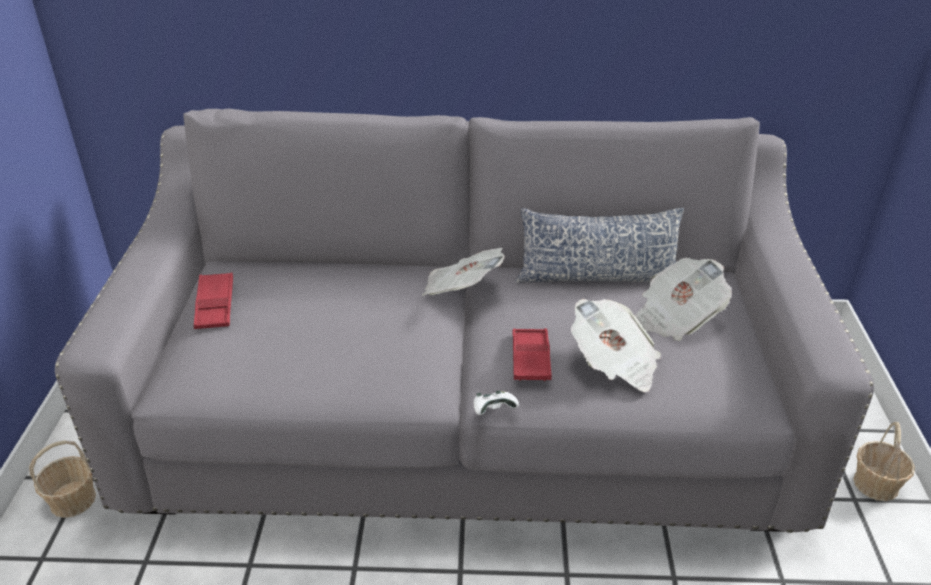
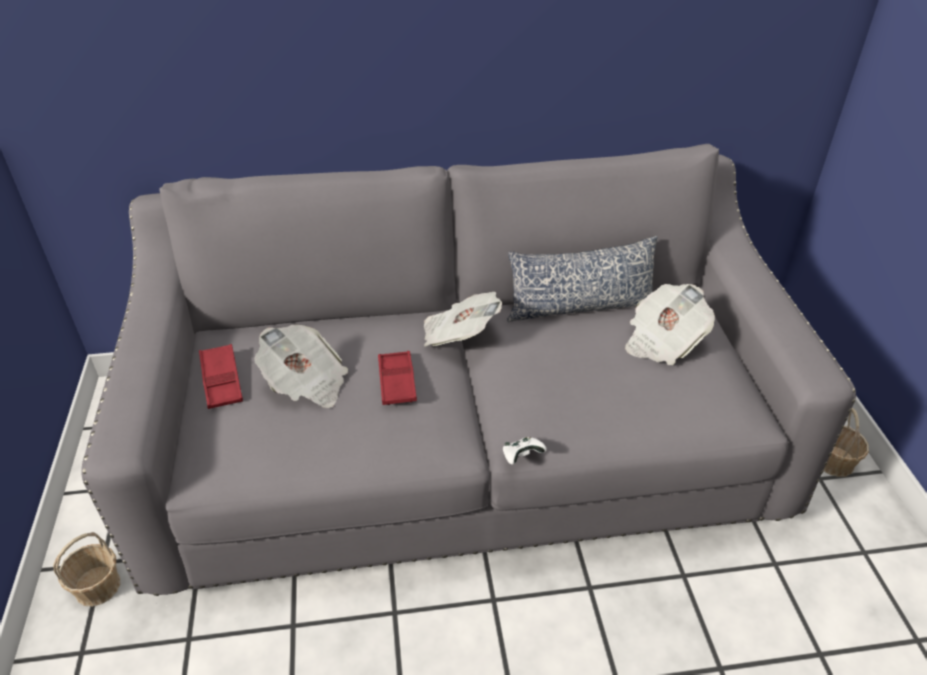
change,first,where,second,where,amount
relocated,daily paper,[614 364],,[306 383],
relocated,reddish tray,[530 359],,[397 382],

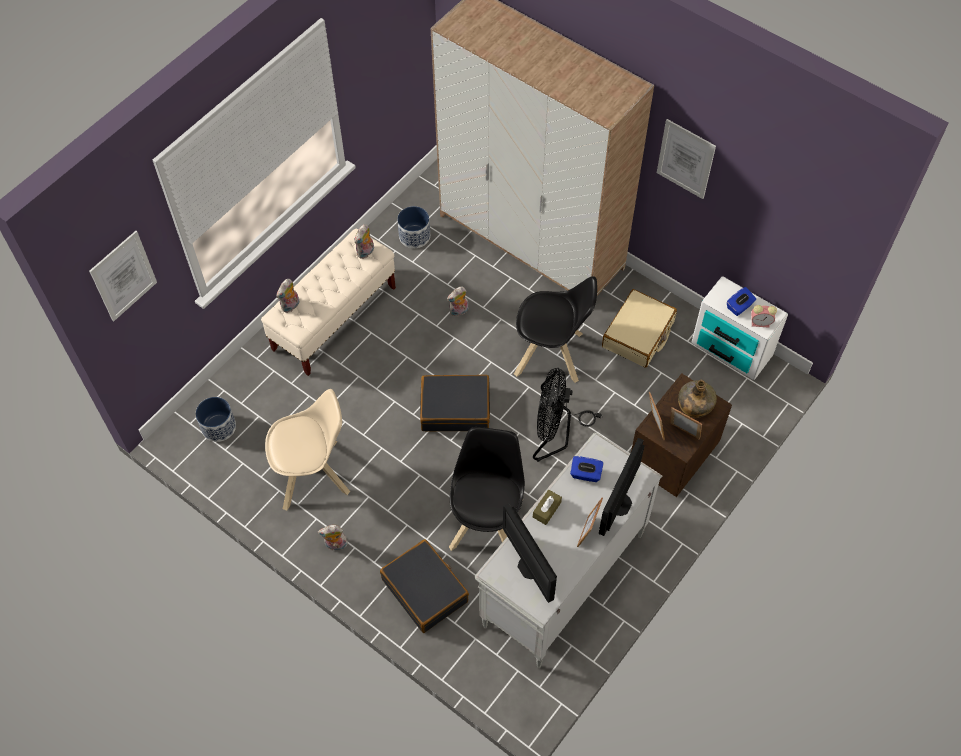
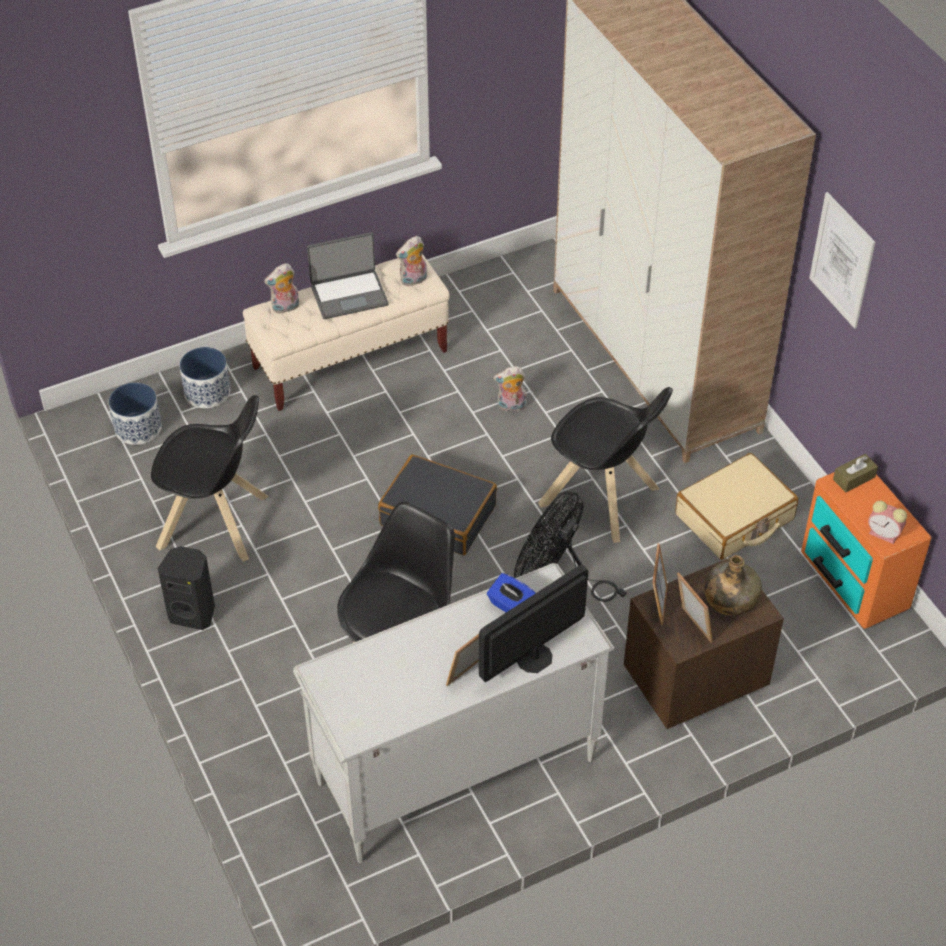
change,first,where,second,where,amount
colour,beige plain chair,[313 474],black plain chair,[216 523],
exchanged,plush toy,[335 545],black loudspeaker,[193 613],
relocated,flower pot,[414 236],,[207 392],
appeared,,,notebook computer,[349 294],
colour,whitish night table,[730 353],orangey night table,[851 586],
relocated,brown-coloured tissue holder,[546 510],,[854 478],
missing,wall art,[123 276],,,
missing,black travel case,[425 590],,,
missing,monitor,[530 567],,,
missing,blue-coloured tissue holder,[739 307],,,

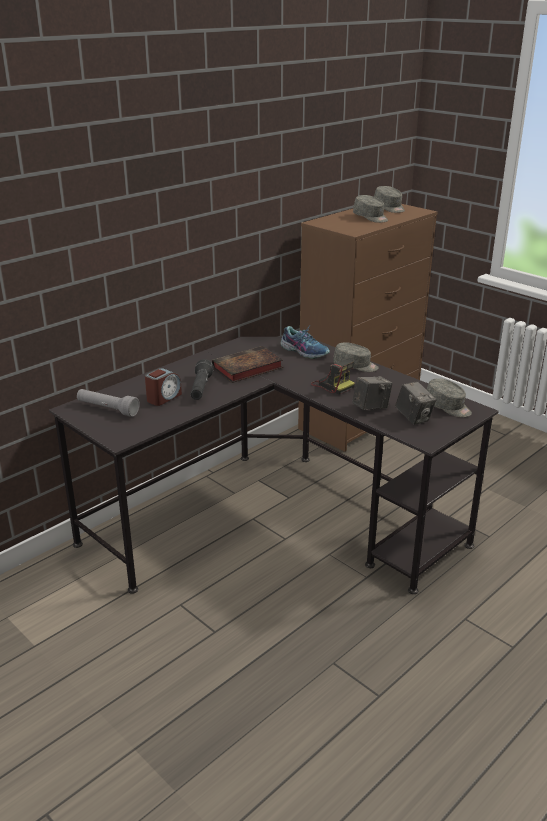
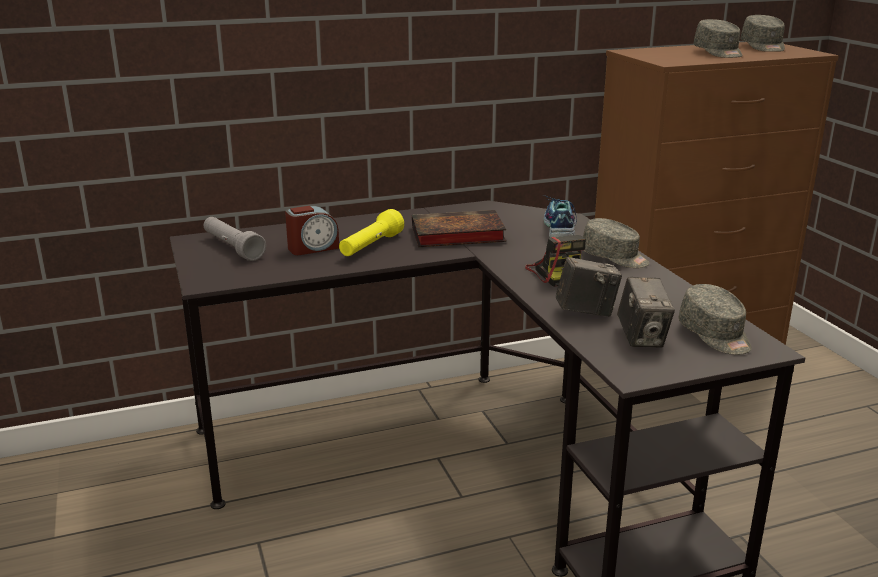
change,first,where,second,where,amount
colour,black hand torch,[201 388],yellowish hand torch,[371 246],
spun,item of footwear,[304 351],,[558 229],150 degrees counterclockwise

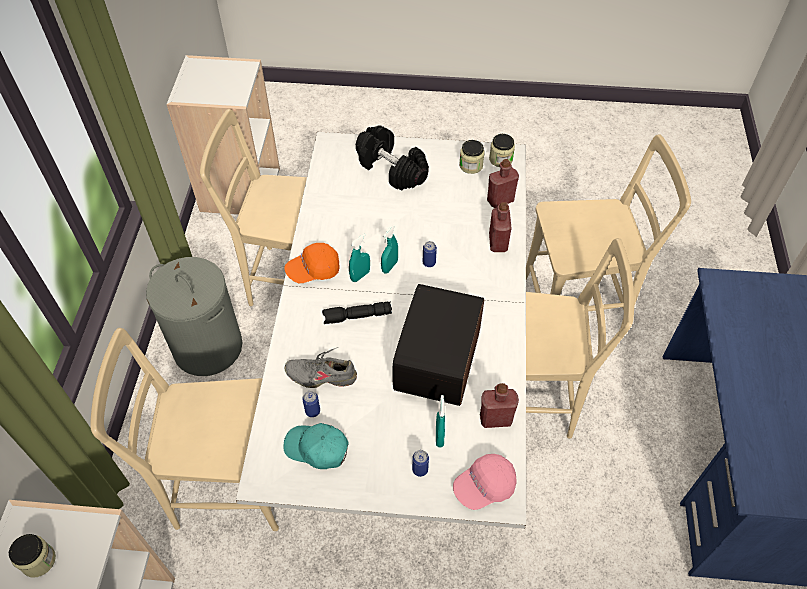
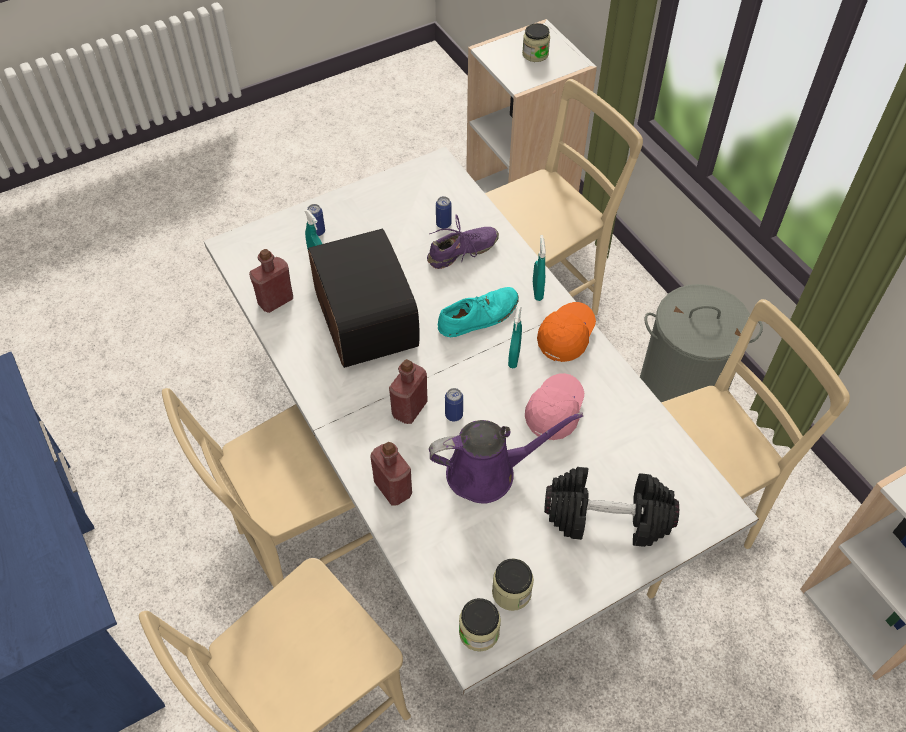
change,first,where,second,where,amount
relocated,reddish bottle,[500 200],,[409 409],
colour,greyish item of footwear,[321 375],purple item of footwear,[462 252],
appeared,,,purple sprinkling can,[488 472],
exchanged,black hand torch,[356 317],blue-green item of footwear,[478 316],
relocated,pink-coloured baseball cap,[484 486],,[554 411],
relocated,blue-green hand sprayer,[389 266],,[537 291],
missing,blue-green baseball cap,[317 449],,,

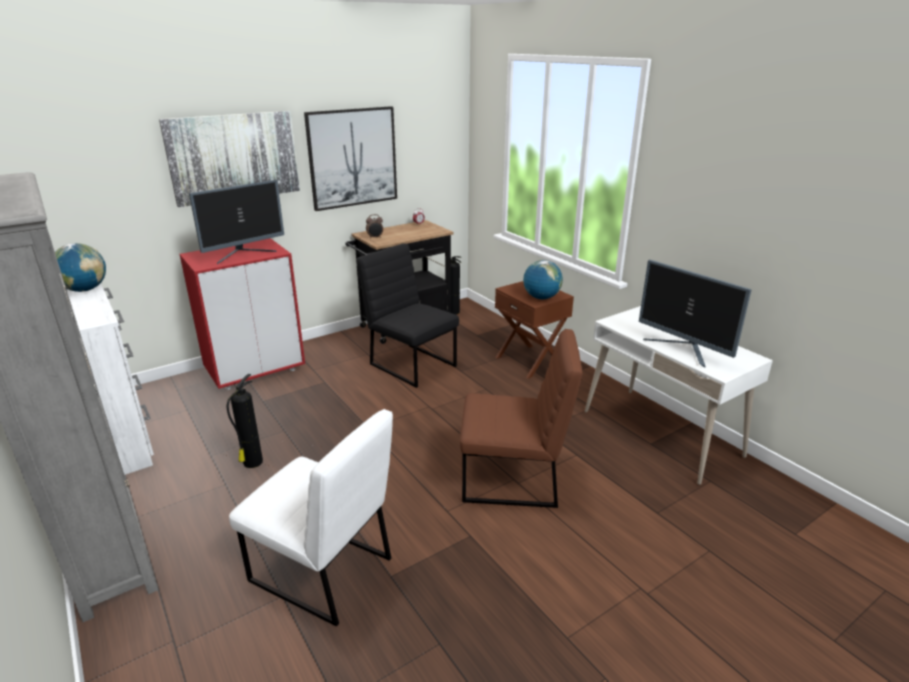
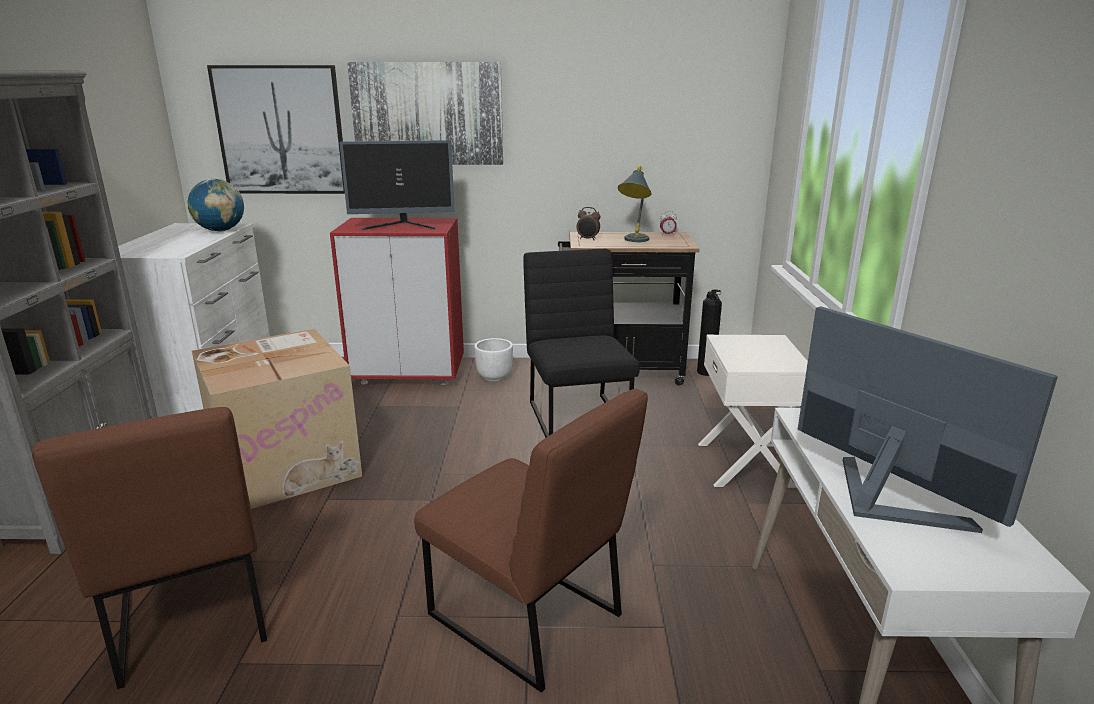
change,first,where,second,where,amount
colour,whitish plain chair,[324 571],brown-coloured plain chair,[191 616],
exchanged,extinguisher,[252 463],carton,[287 465],
relocated,wall art,[352 158],,[281 131],
appeared,,,whitish flower pot,[494 377],
appeared,,,greyish tabletop lamp,[633 241],
colour,brown-coloured night table,[530 361],whitish night table,[746 464],
spun,monitor,[683 350],,[882 500],150 degrees clockwise
missing,desk globe,[541 298],,,

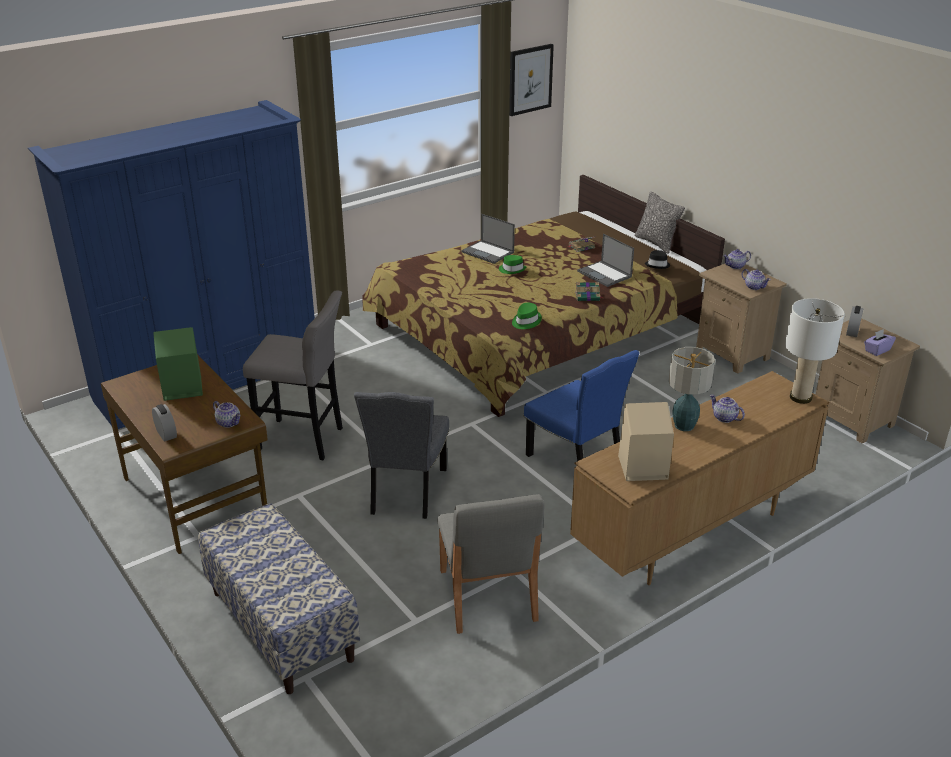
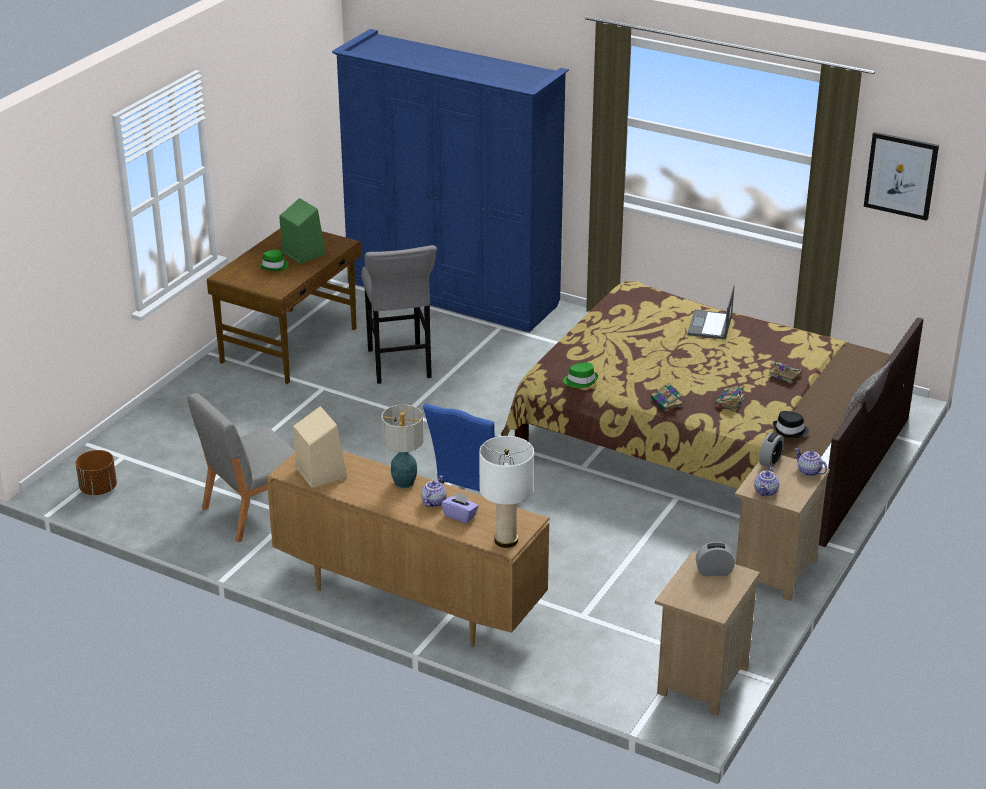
change,first,where,second,where,amount
appeared,,,brown-coloured flower pot,[98 489],
relocated,green-coloured clothing hat,[512 269],,[274 266],
relocated,purple tissue holder,[877 350],,[460 516],
exchanged,notebook computer,[605 274],book,[729 402],
relocated,bedside clock,[166 434],,[770 461],
missing,bench,[281 626],,,
missing,tea pot,[229 423],,,
missing,greyish plain chair,[406 489],,,

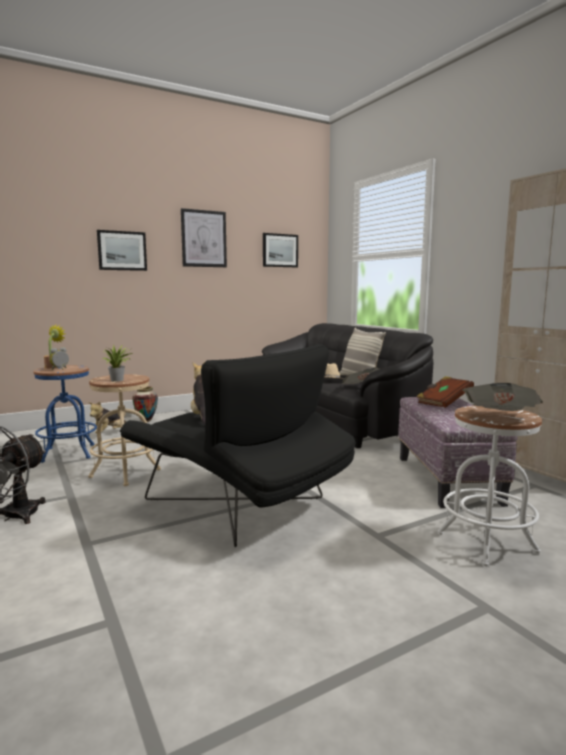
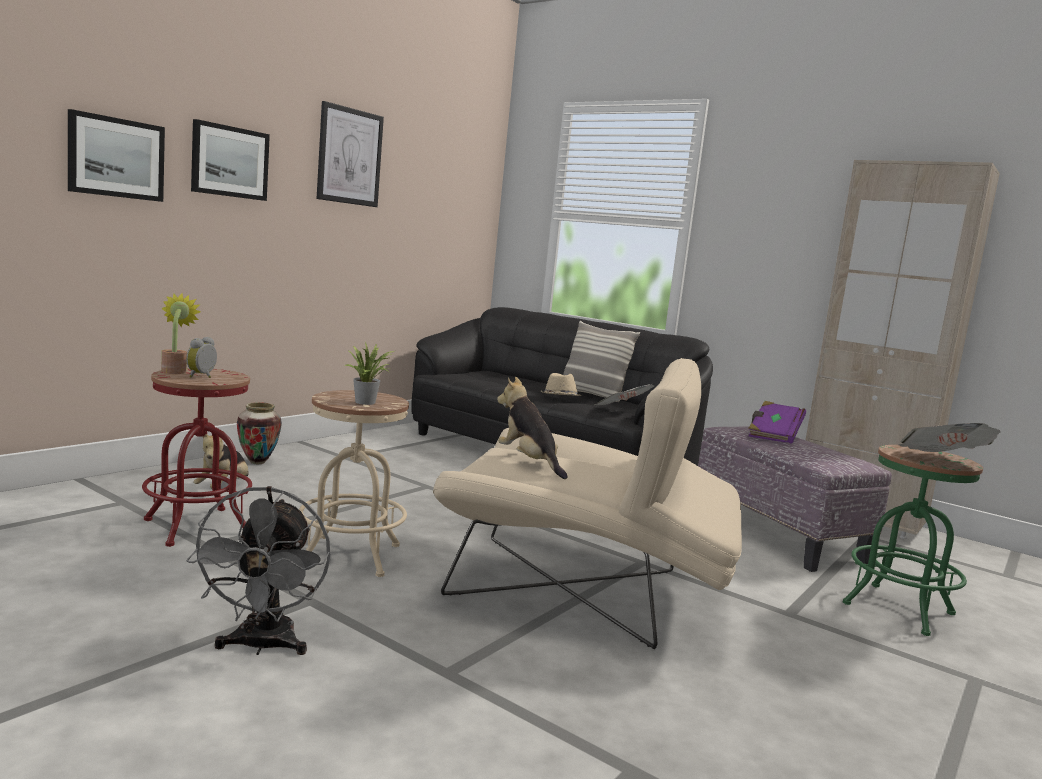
change,first,where,second,where,amount
relocated,wall art,[280 250],,[116 157],
colour,blue-coloured sitting stool,[68 453],reddish sitting stool,[197 527],
colour,black armchair,[241 504],beige armchair,[585 590],
colour,brown-coloured book,[443 402],purple book,[773 435],
colour,whitish sitting stool,[486 543],green-coloured sitting stool,[898 609],

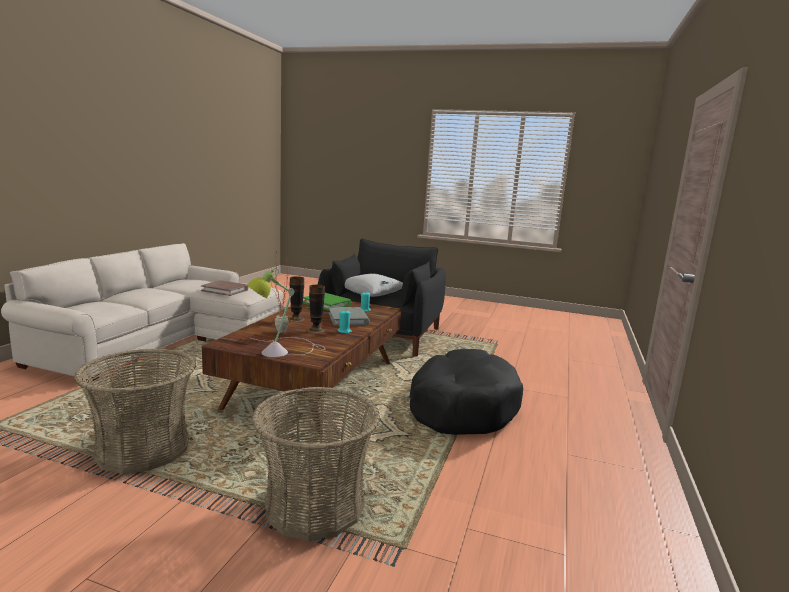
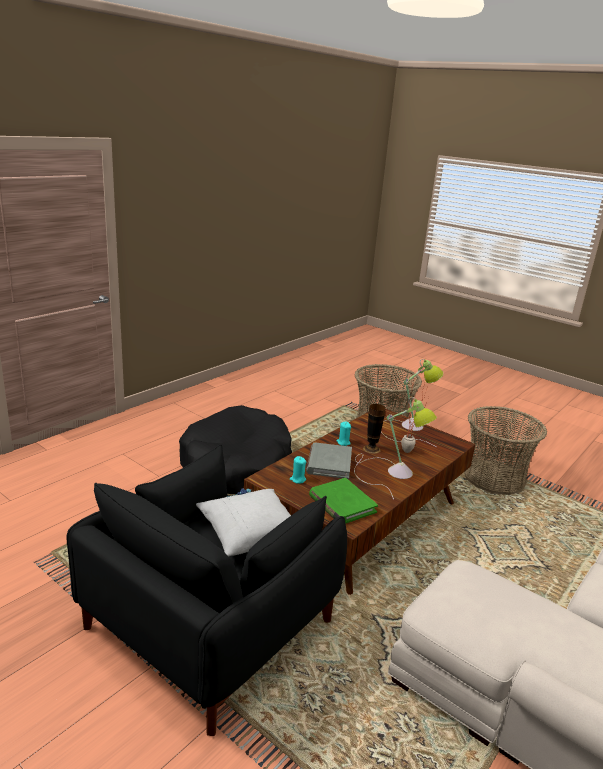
change,first,where,second,where,amount
exchanged,vase,[296 319],tabletop lamp,[390 472],
missing,brown-coloured book,[225 290],,,

